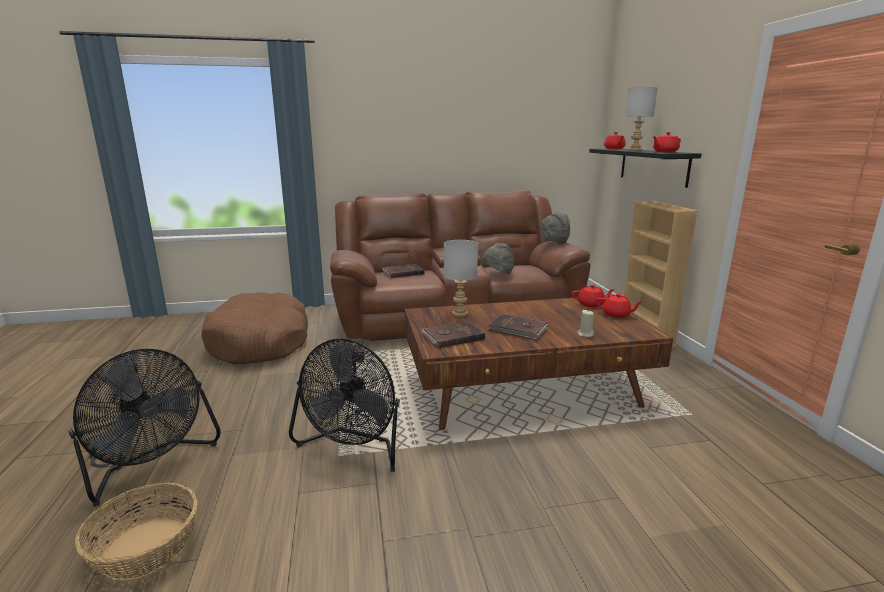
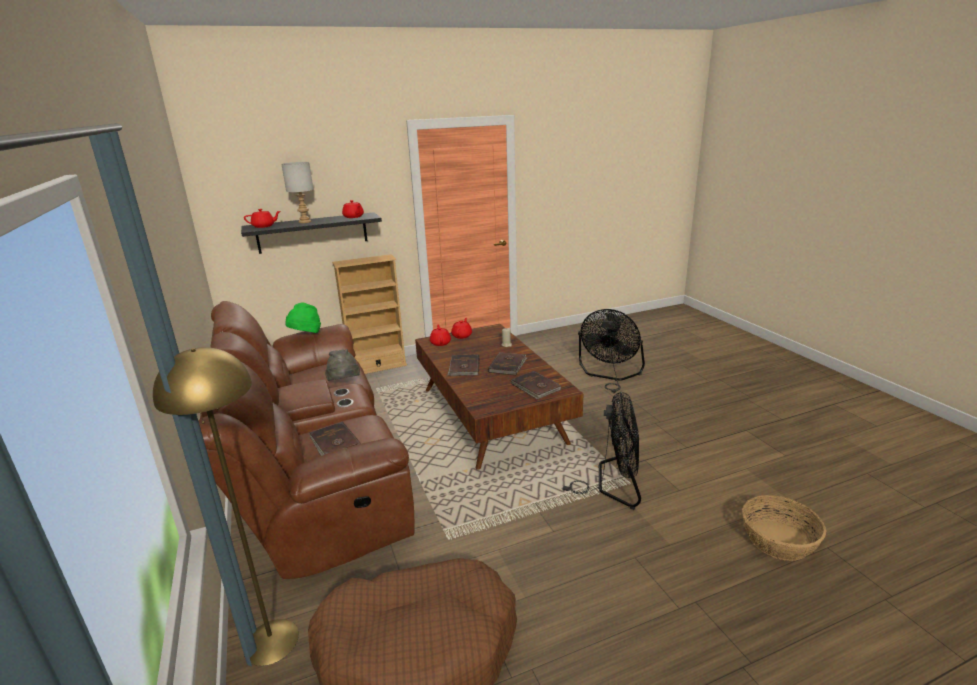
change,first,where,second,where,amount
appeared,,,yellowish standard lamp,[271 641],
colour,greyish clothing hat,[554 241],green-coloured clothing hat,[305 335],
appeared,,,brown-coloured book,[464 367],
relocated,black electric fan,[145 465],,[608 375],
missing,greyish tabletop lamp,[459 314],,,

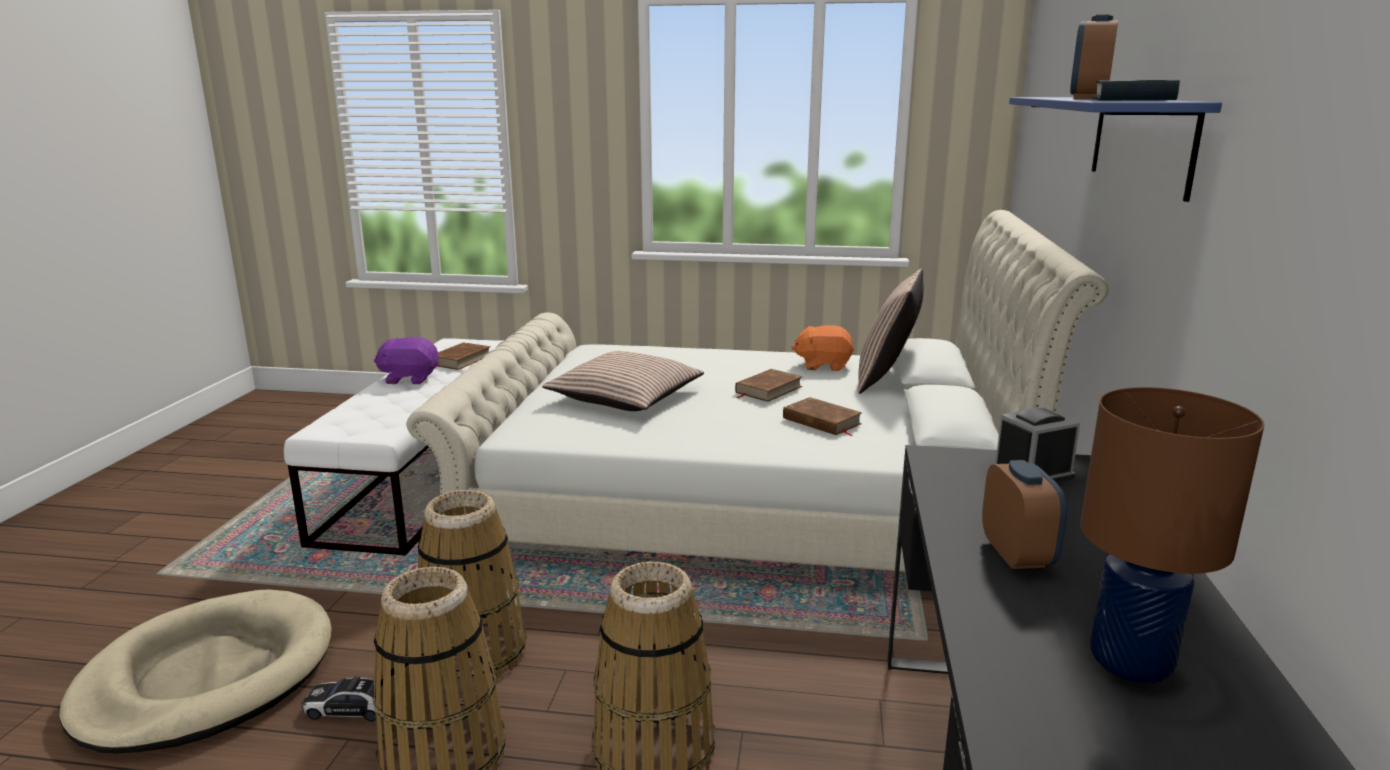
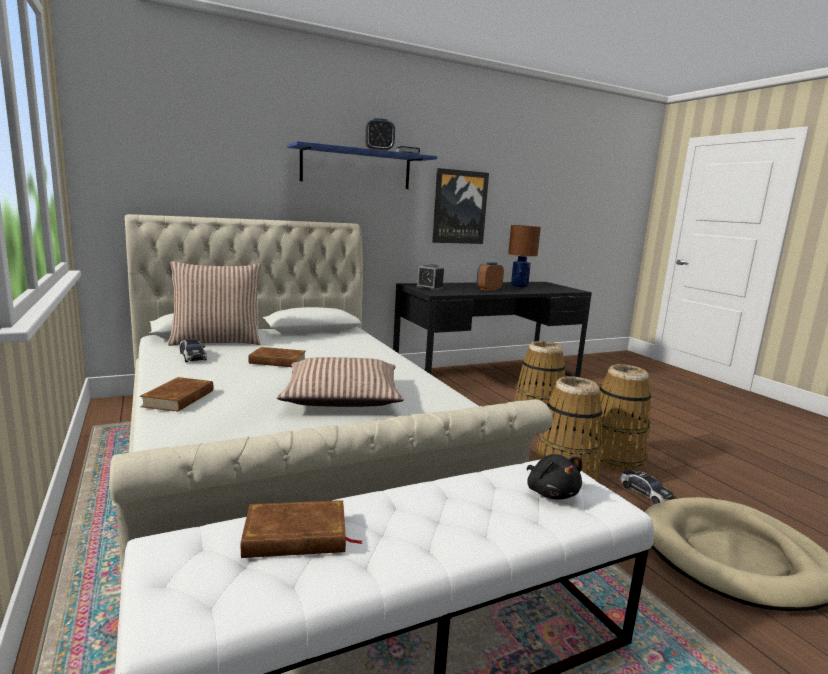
change,first,where,second,where,amount
relocated,brown-coloured book,[821 421],,[179 398],
exchanged,orangey plush toy,[823 365],model car,[192 356],
appeared,,,wall art,[459 207],
appeared,,,black plush toy,[551 492],
missing,purple plush toy,[410 379],,,

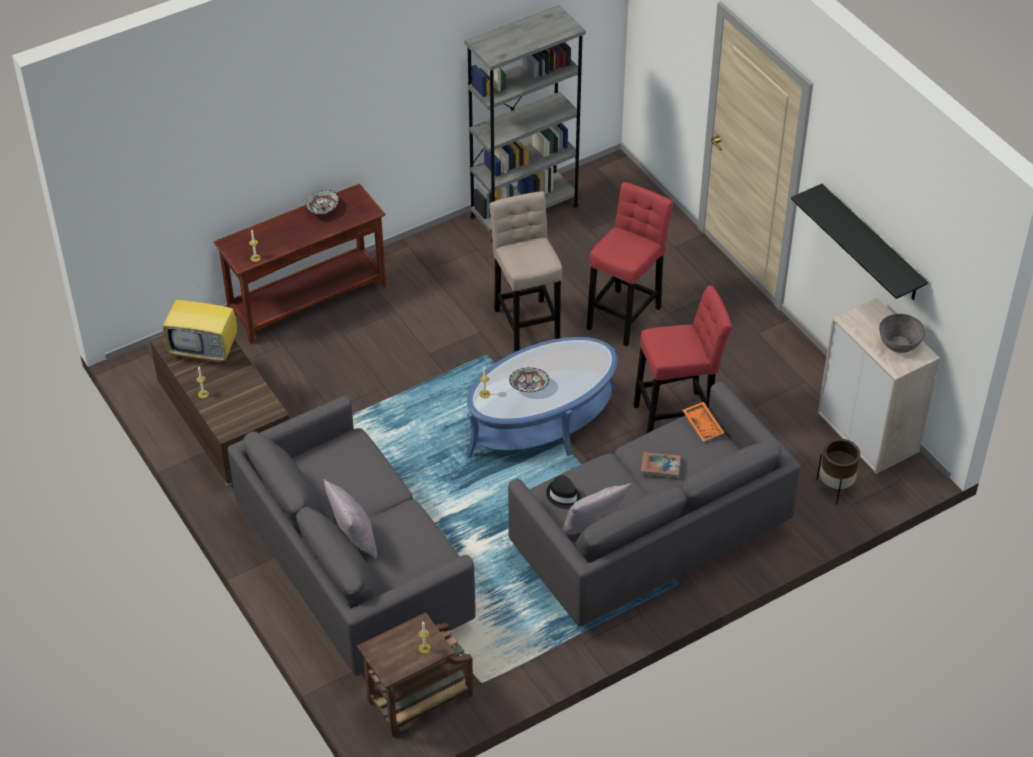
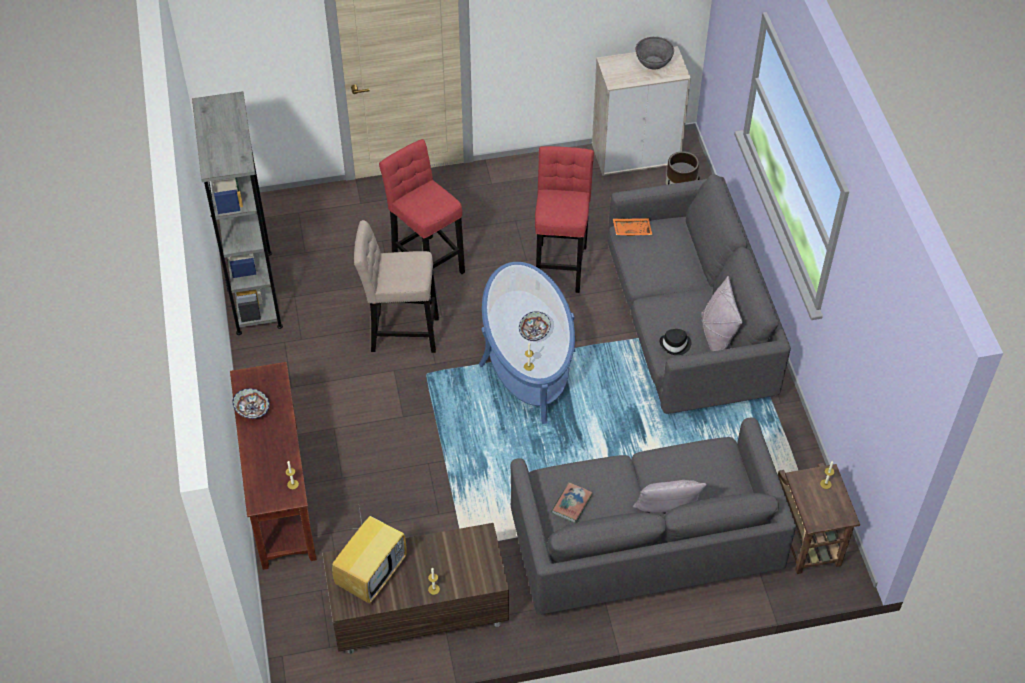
change,first,where,second,where,amount
relocated,book,[660 467],,[572 504],
missing,black shelf,[871 244],,,

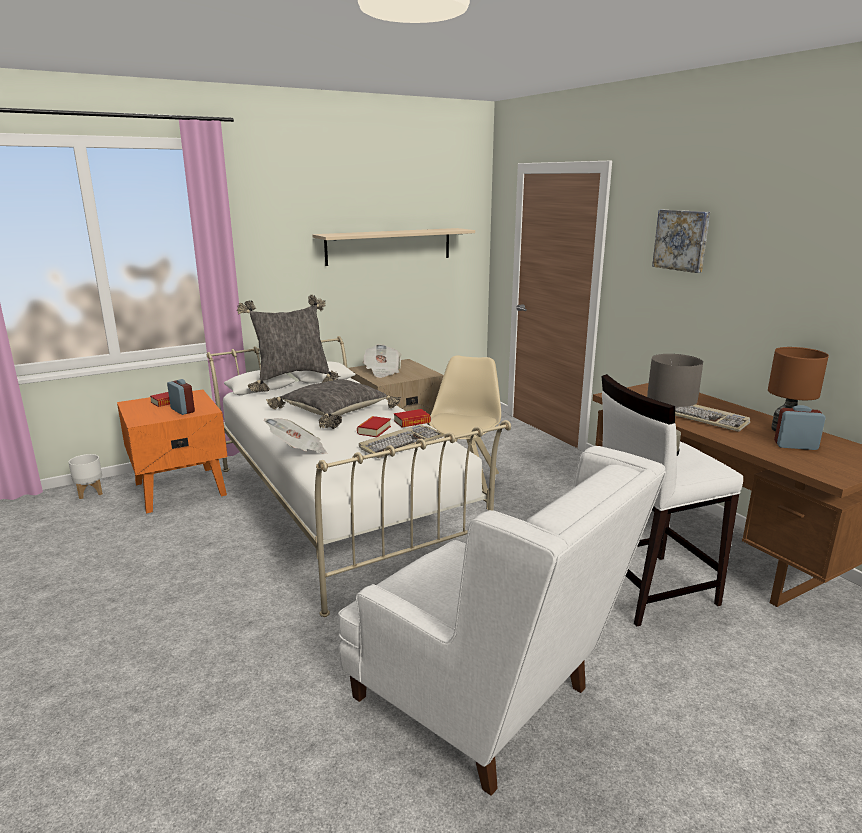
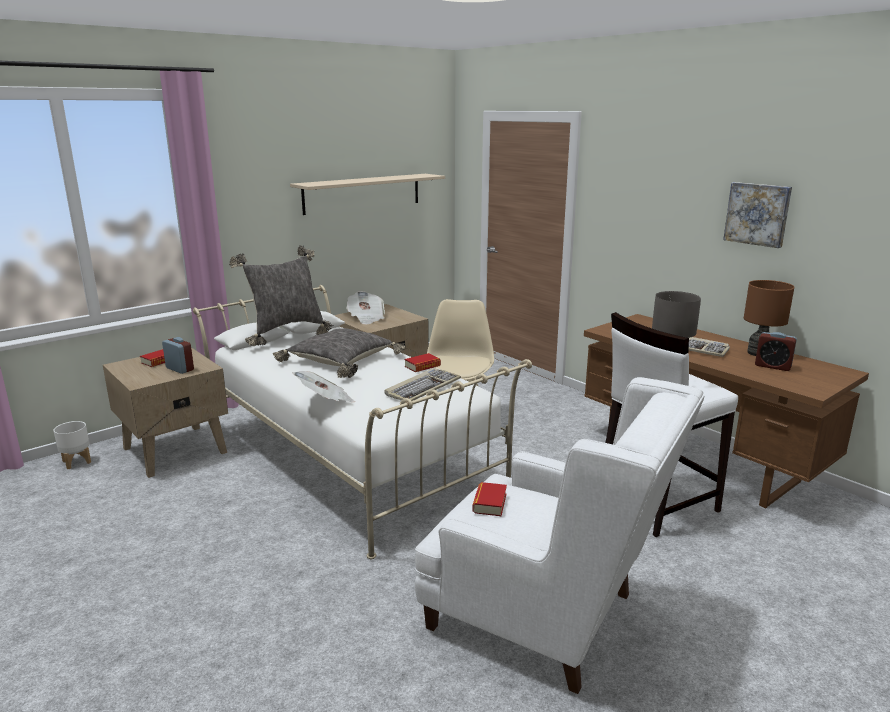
change,first,where,second,where,amount
colour,orangey night table,[181 489],beige night table,[176 450],
relocated,book,[374 430],,[489 503],
relocated,wall art,[682 240],,[758 214],
spun,bedside clock,[795 446],,[772 366],150 degrees counterclockwise

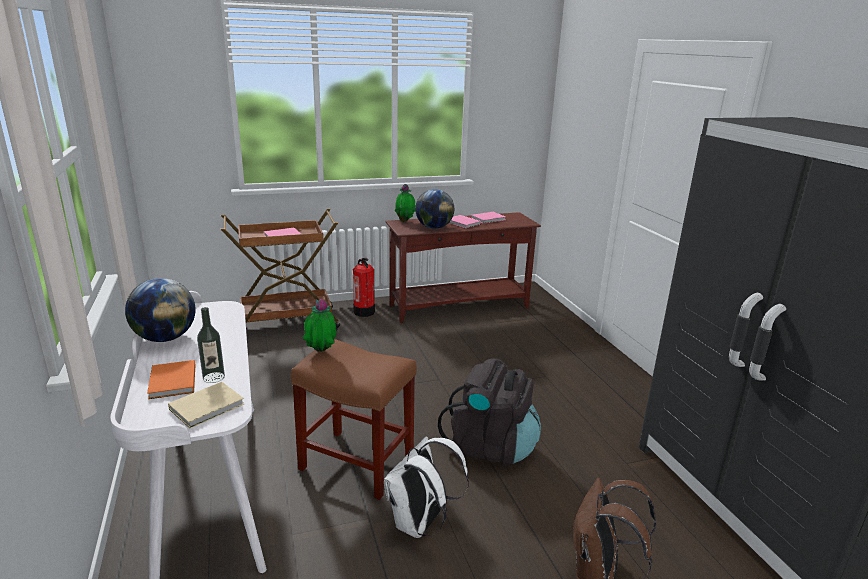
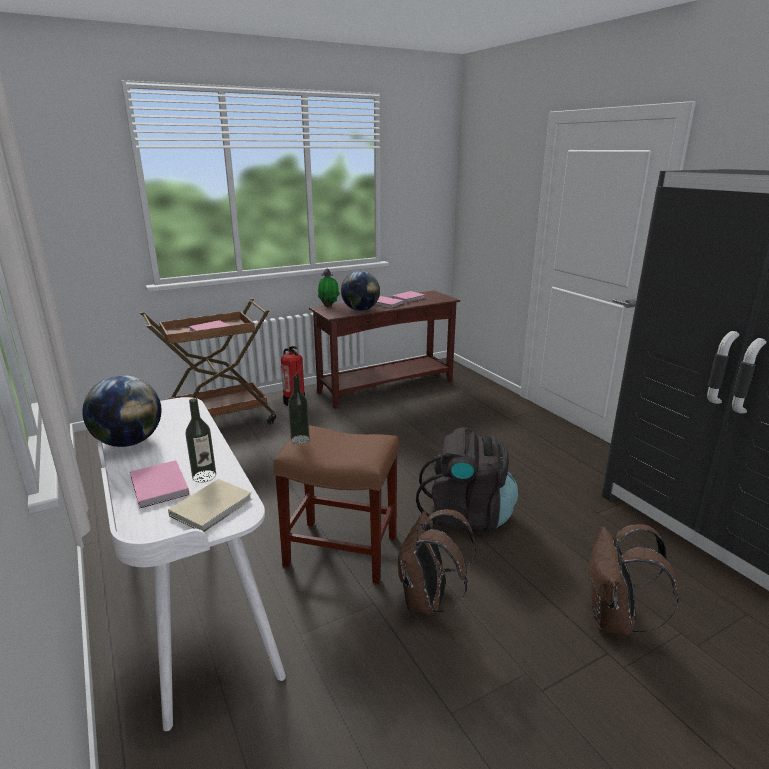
change,first,where,second,where,amount
colour,orangey book,[172 382],pink-coloured book,[158 487],
exchanged,potted plant,[321 353],bottle,[300 439],
colour,whitish rucksack,[420 524],brown-coloured rucksack,[428 601],

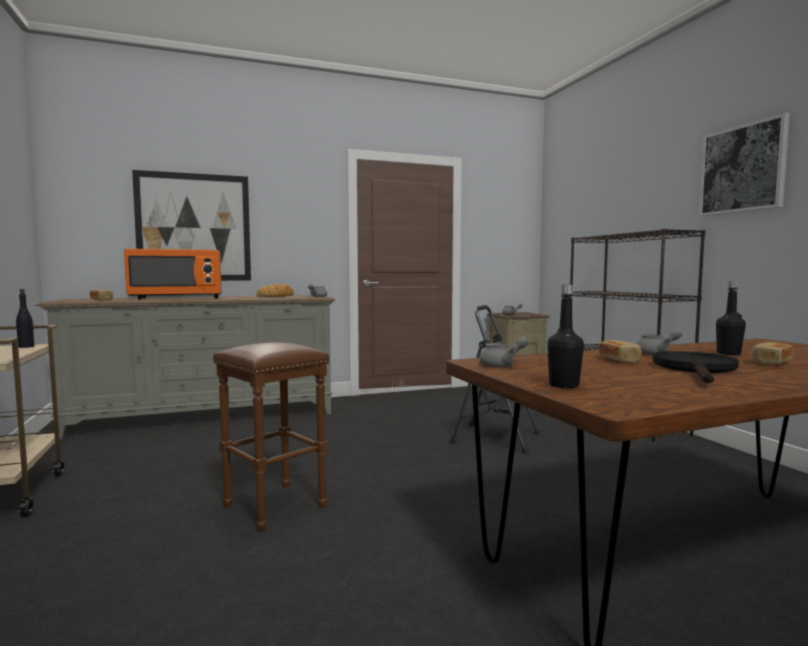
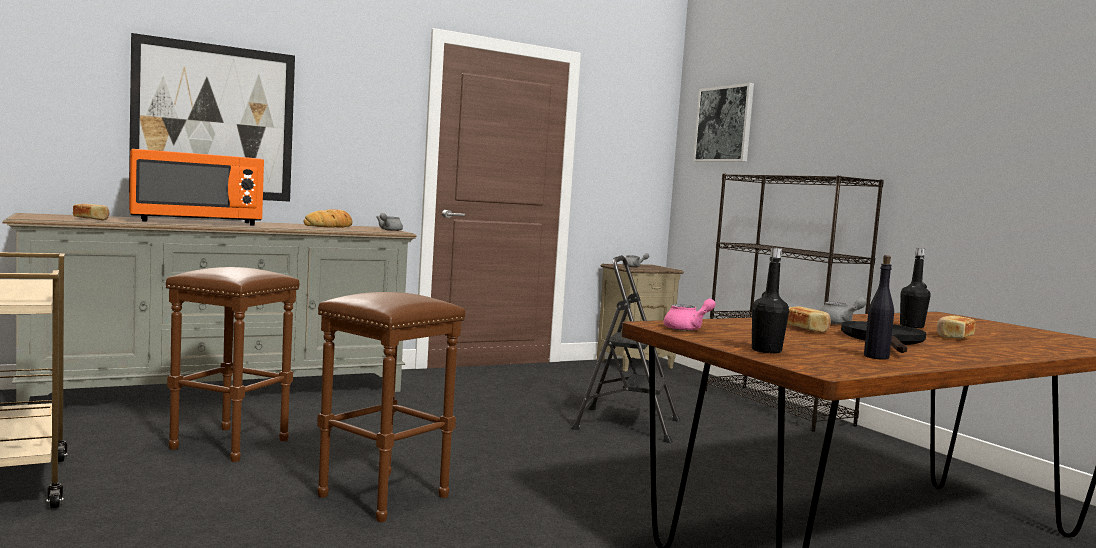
change,first,where,second,where,amount
appeared,,,brown-coloured sitting stool,[230 443],
colour,greyish tea pot,[502 364],pink-coloured tea pot,[688 328],
relocated,wall art,[742 169],,[724 124],
relocated,black bottle,[26 346],,[876 357],

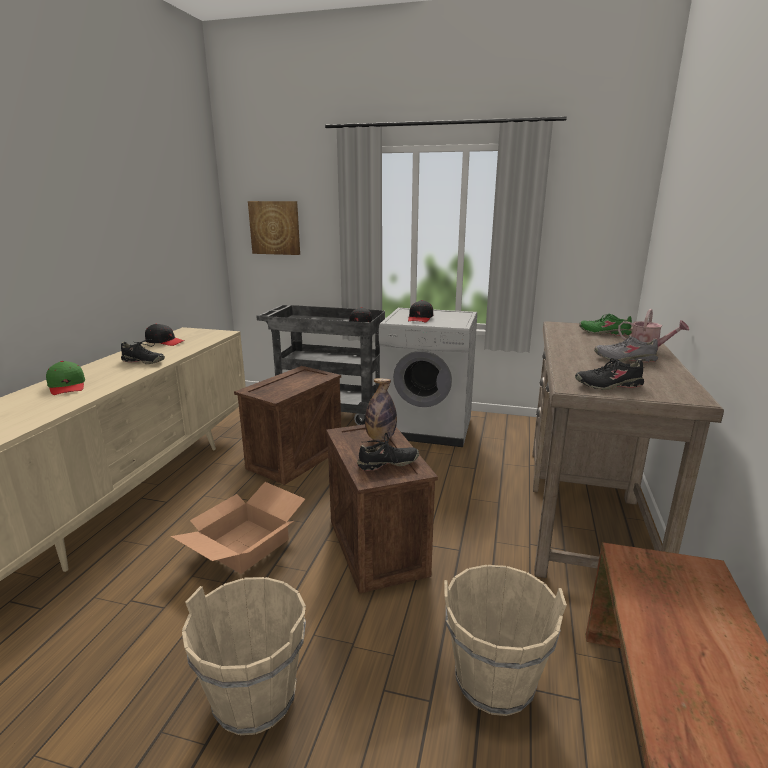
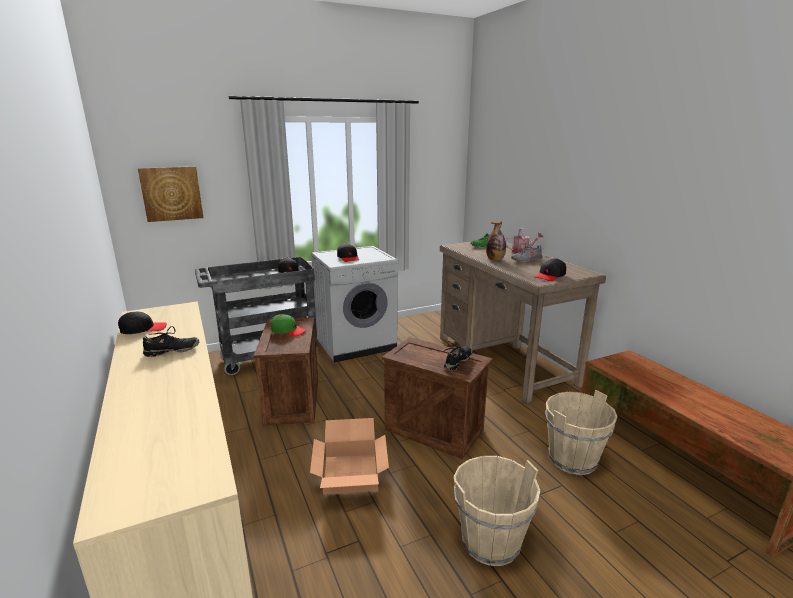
change,first,where,second,where,amount
relocated,green-coloured baseball cap,[67 386],,[288 330],
relocated,bottle,[380 438],,[495 259],
exchanged,black item of footwear,[608 385],black baseball cap,[550 276],

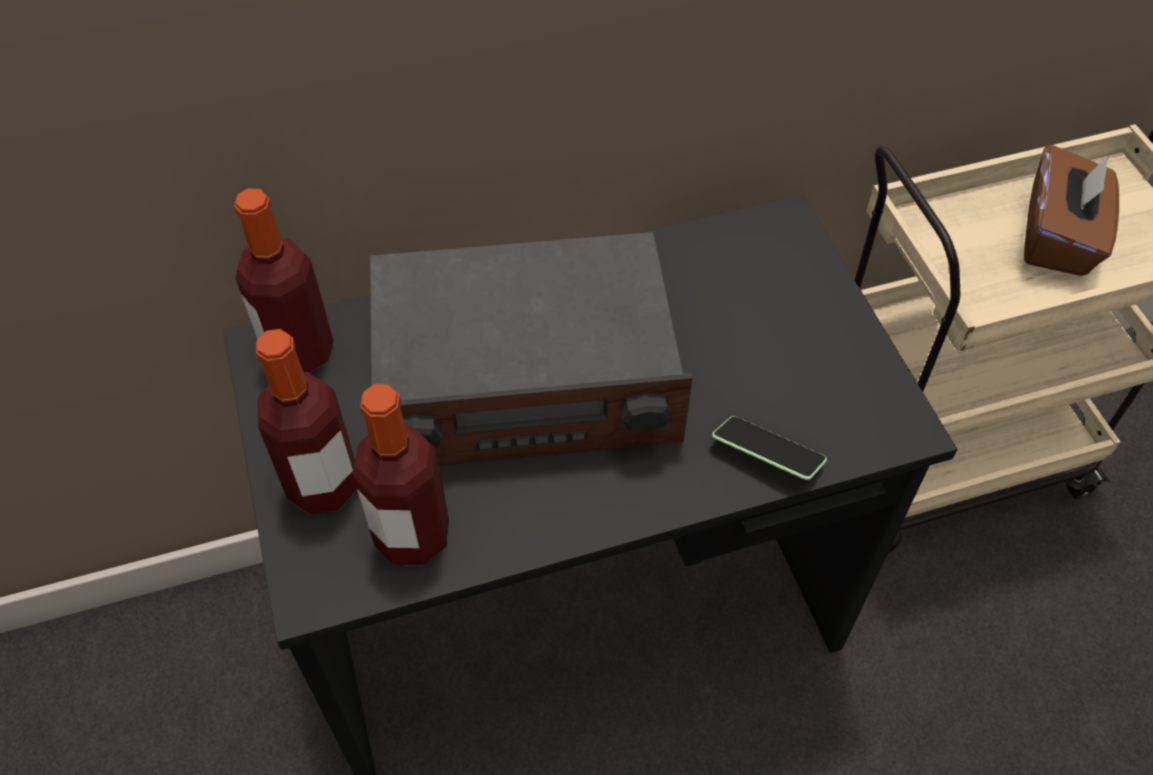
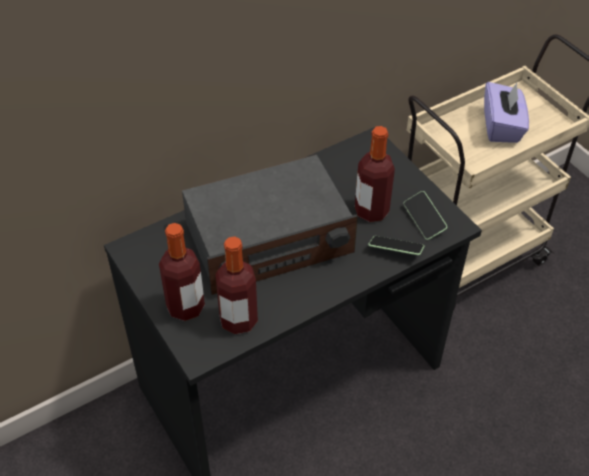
change,first,where,second,where,amount
relocated,bottle,[300 352],,[371 211],
appeared,,,phone,[424 220],
colour,brown-coloured tissue holder,[1058 238],purple tissue holder,[502 126],

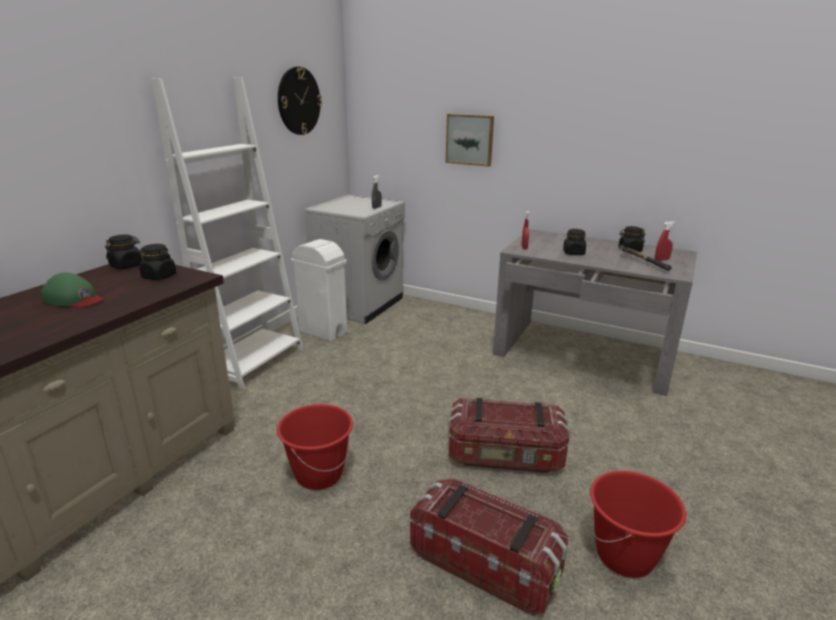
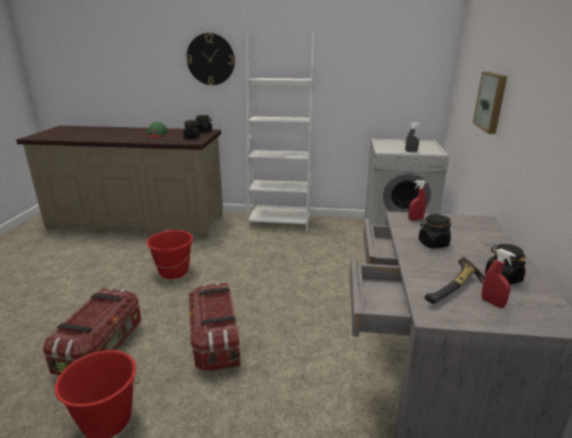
change,first,where,second,where,amount
relocated,clock on the wall,[298 101],,[210 59],
missing,whitish waste bin,[323 333],,,

